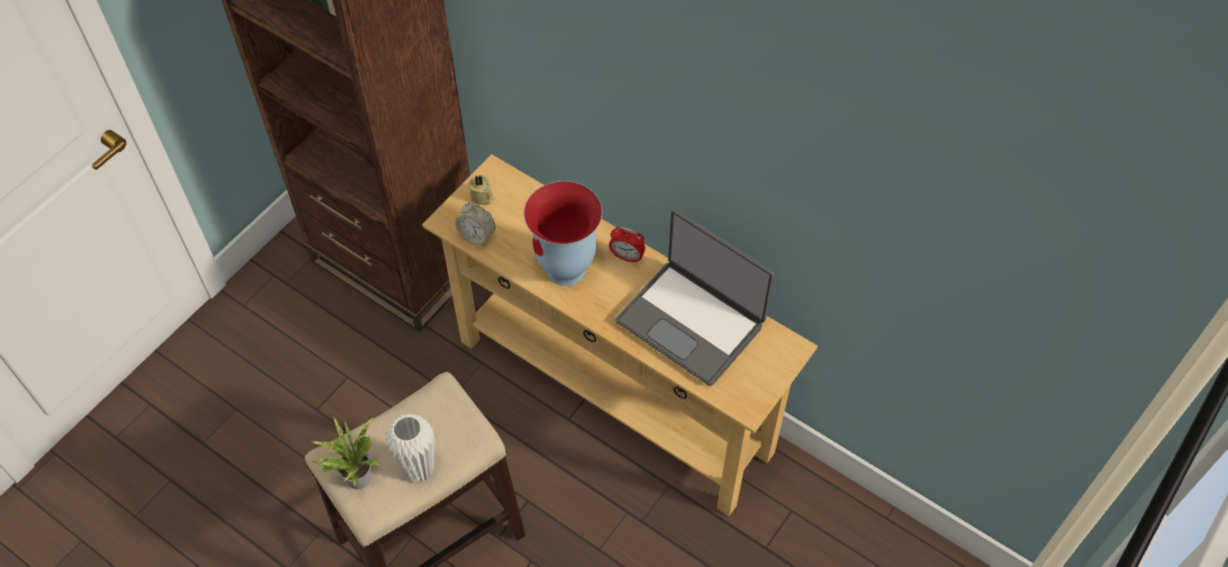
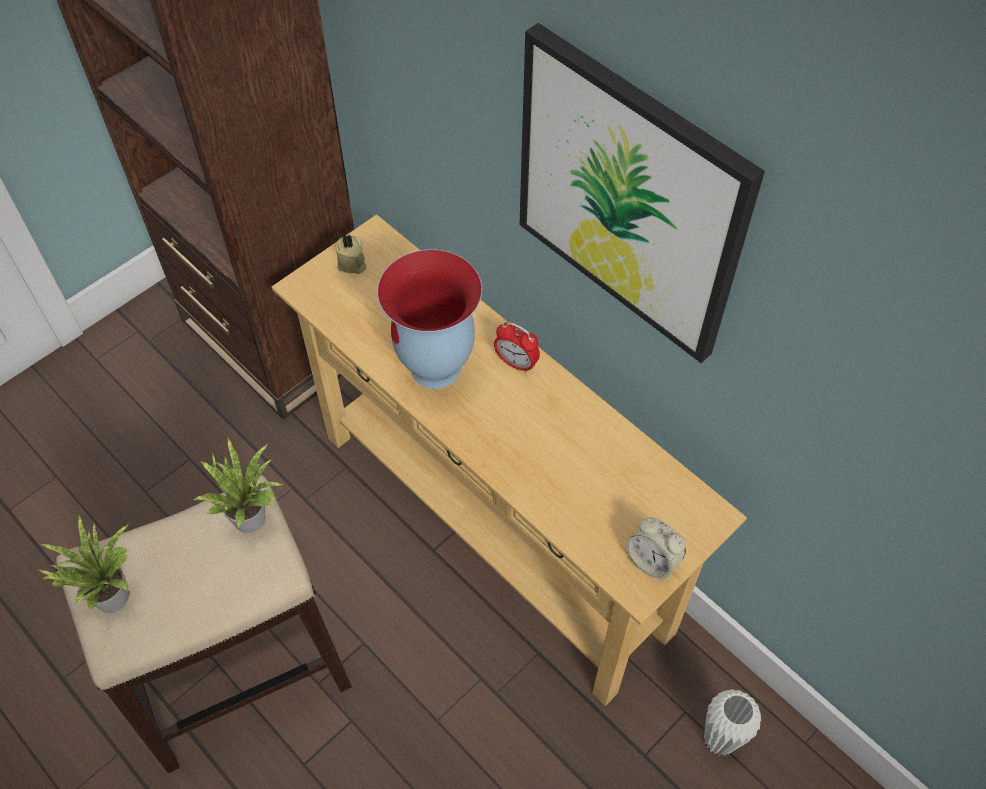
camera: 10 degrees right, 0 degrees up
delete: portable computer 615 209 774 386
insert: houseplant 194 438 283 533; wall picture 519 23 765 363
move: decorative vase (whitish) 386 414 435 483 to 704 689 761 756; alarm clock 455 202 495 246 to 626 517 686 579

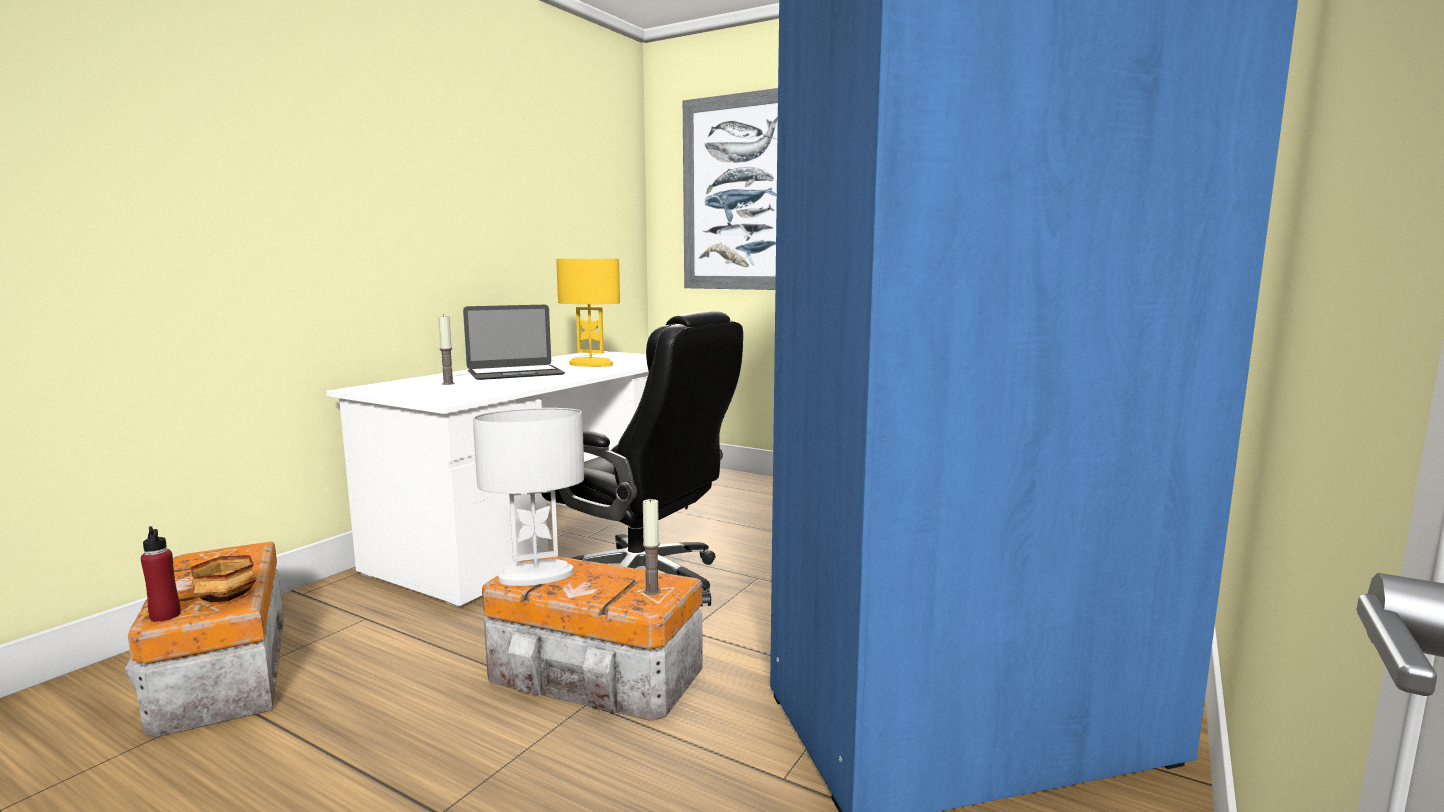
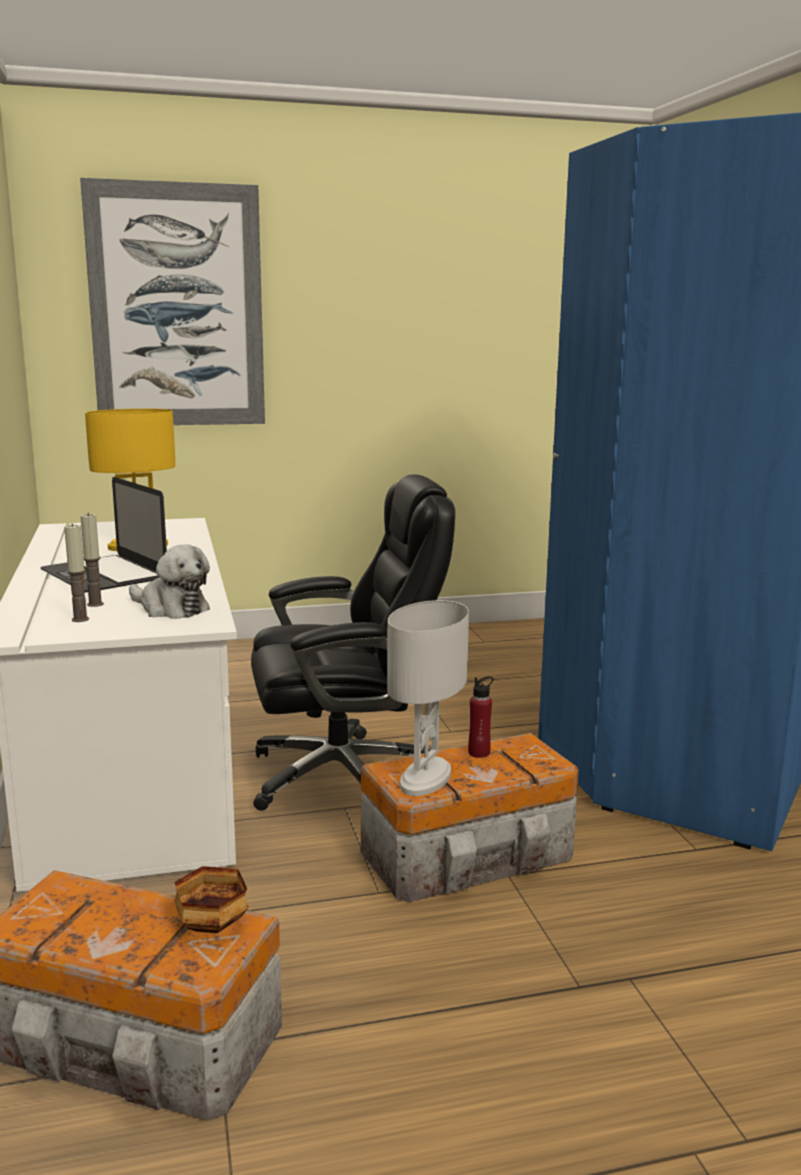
camera: 45 degrees left, 5 degrees up
insert: cuddly toy 129 544 210 619
move: drink bottle (reddish) 141 526 181 622 to 468 676 493 758; wax candle 643 499 660 595 to 64 523 89 622
rotate: portable computer 463 305 565 380 = 40 477 167 592 120 degrees clockwise

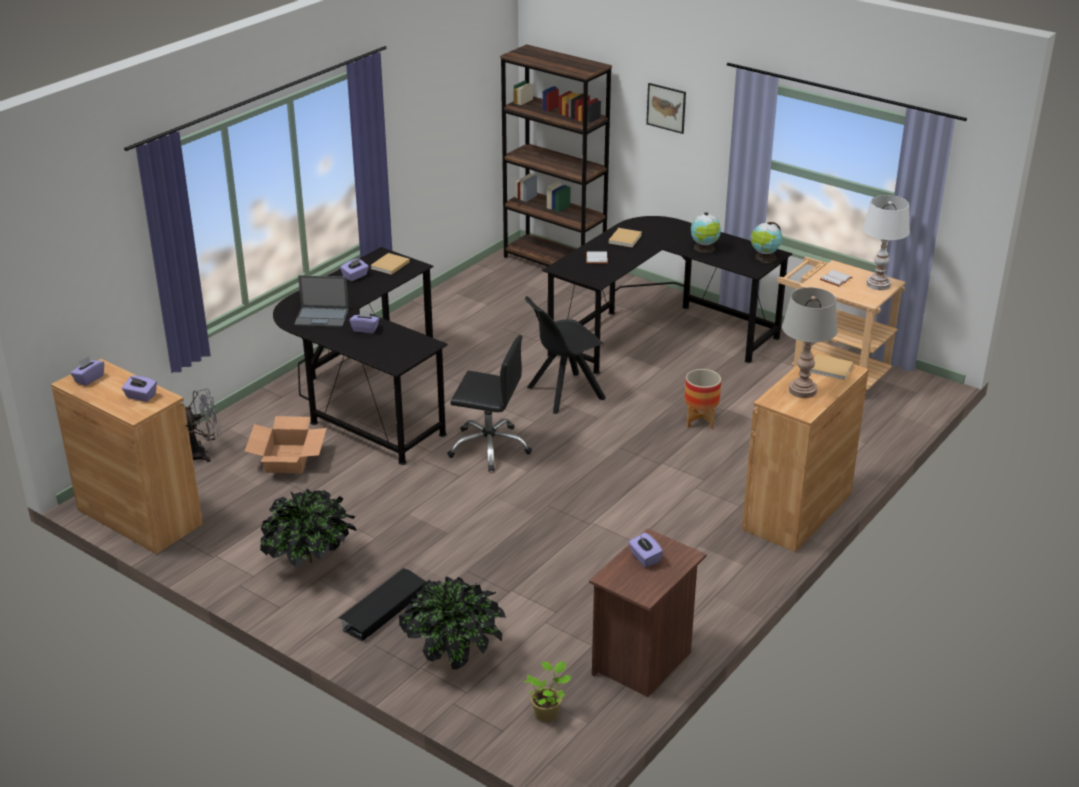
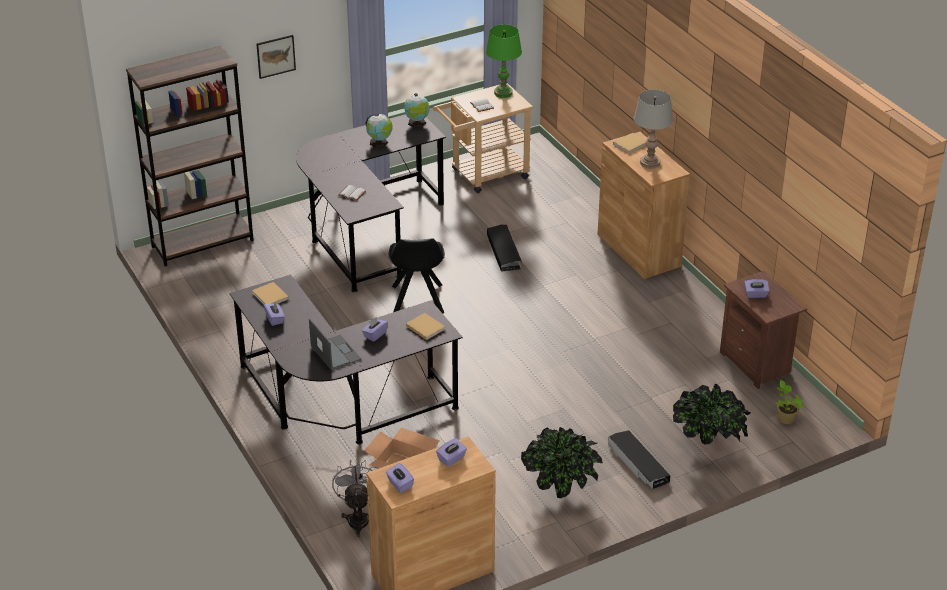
camera: 65 degrees left, 5 degrees up
delete: office chair (black) 447 335 532 472
move: book (beige) 608 228 642 247 to 406 313 445 340
replace: plant pot 684 369 721 430 to storage container (black) 487 225 522 272
recolor: lamp for a table (whitish) 862 195 910 290 to lamp for a table (green) 486 24 522 98
rotate: portable computer 294 275 349 327 = 309 319 361 371 60 degrees counterclockwise

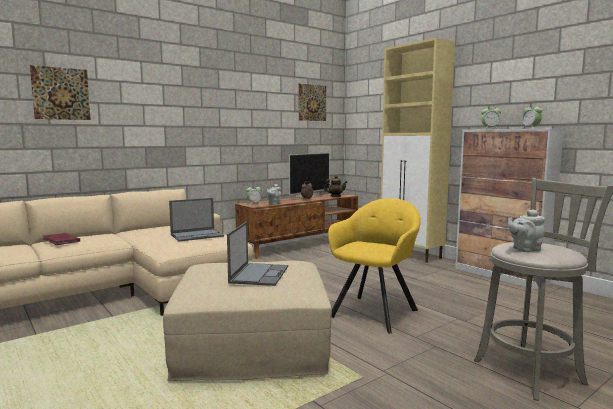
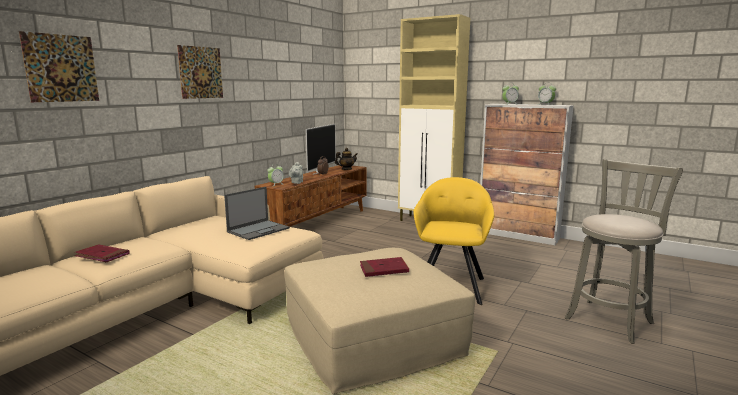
camera: 20 degrees left, 5 degrees up
delete: pot for tea (greyish) 508 209 545 252
move: wall picture 299 84 326 121 to 177 45 223 99
replace: portable computer 227 222 288 286 to book (reddish) 360 257 409 277

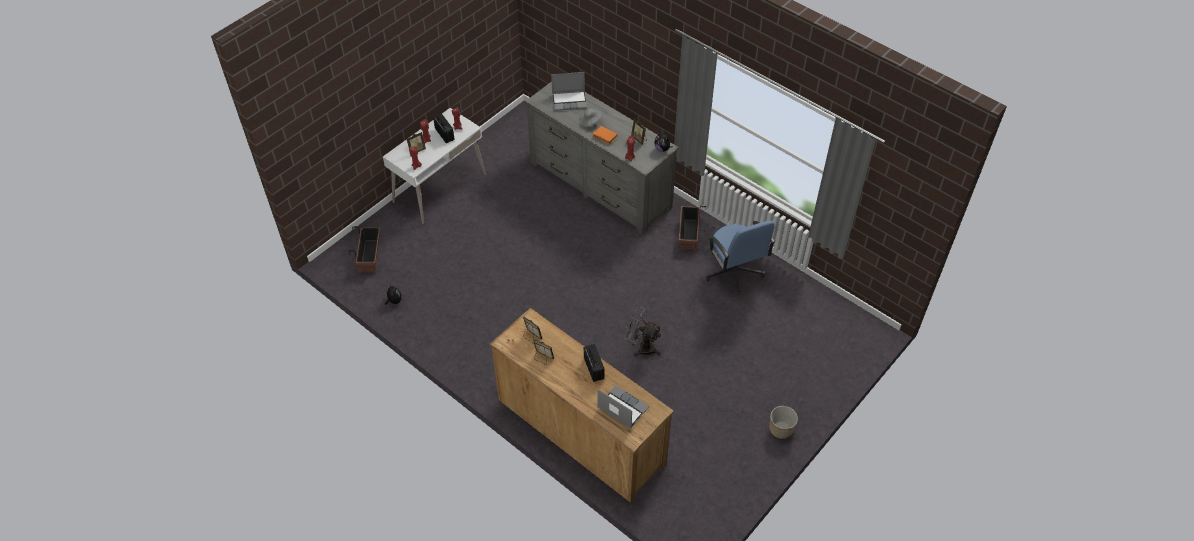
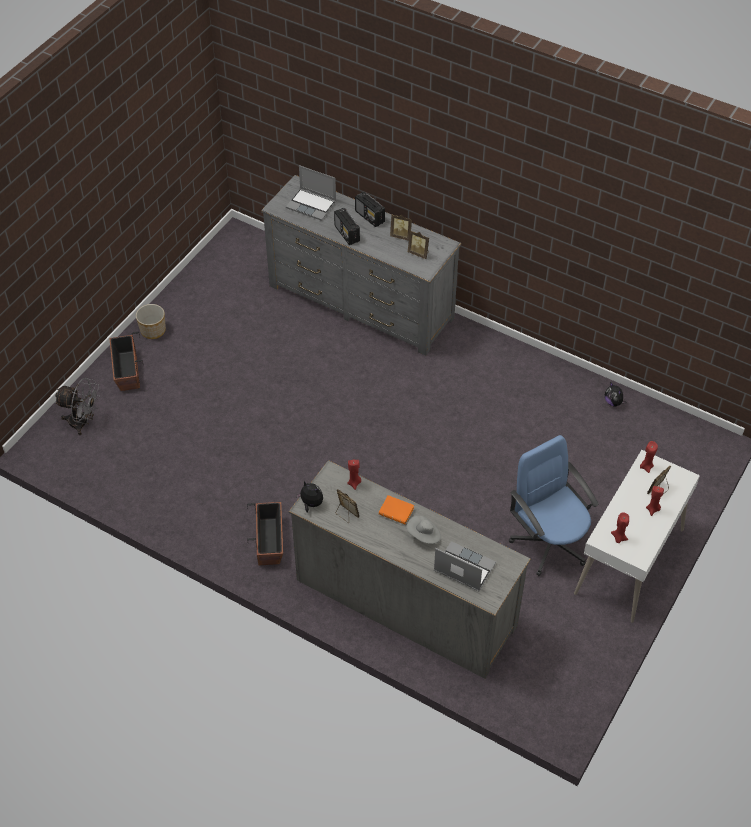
camera: 170 degrees right, 0 degrees up
move: plant pot 349 226 380 273 to 109 332 143 391; radio set 433 114 455 143 to 355 192 385 227; electric fan (greyish) 624 307 662 357 to 54 378 100 435; office chair (blue-coloured) 706 221 775 295 to 509 435 599 576
recolor: dresser (brown) 489 308 674 503 to dresser (greyish) 261 175 461 356
rotate: portable computer 551 72 587 111 = 434 541 496 591 45 degrees clockwise

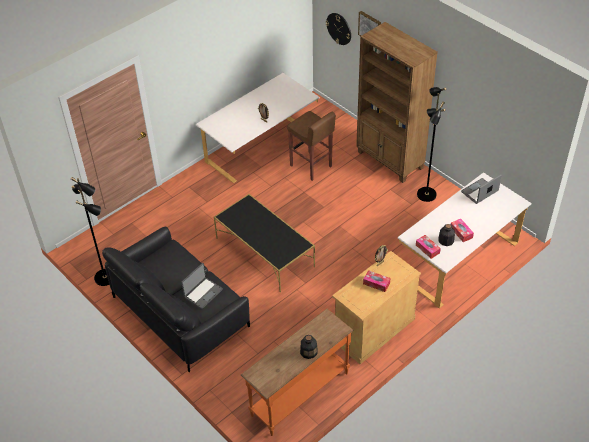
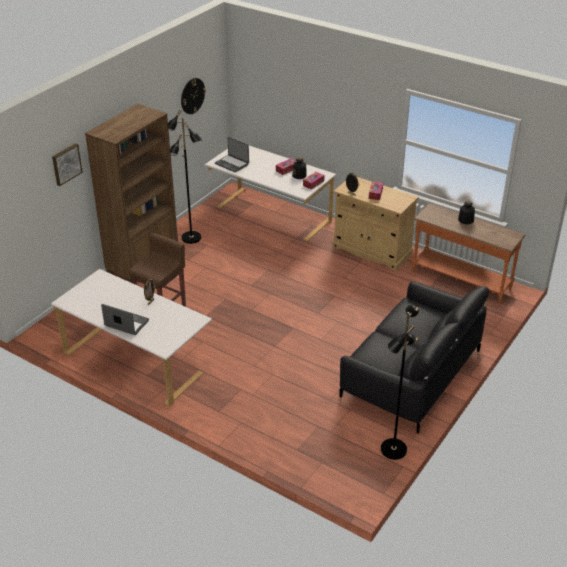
camera: 105 degrees left, 10 degrees down
delete: low table (black) 214 194 315 292
move: portable computer 182 263 223 309 to 101 304 149 335; clock on the wall 326 13 351 45 to 181 78 206 114

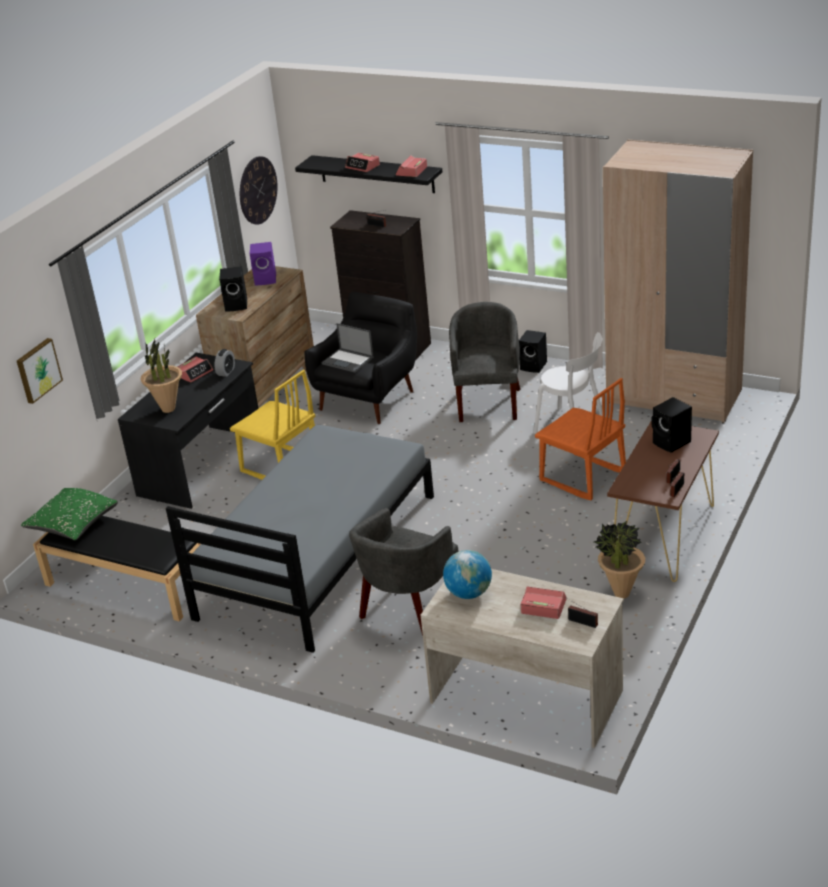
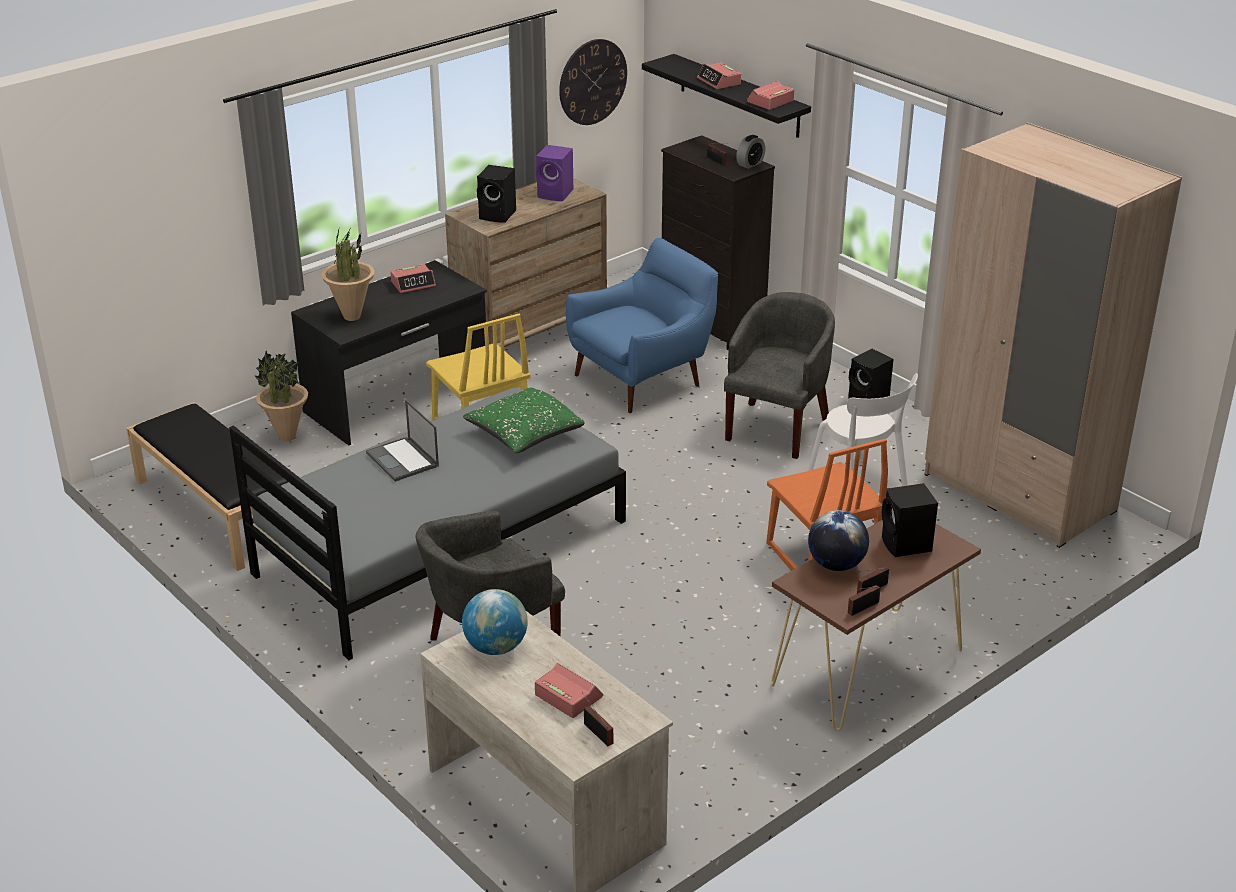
camera: 20 degrees right, 0 degrees up
delete: wall picture 17 338 63 404
insert: desk globe 808 510 869 571
move: throw pillow (green) 21 488 118 540 to 463 388 585 453; alarm clock 214 349 235 377 to 736 135 766 169; portable computer 321 323 374 373 to 366 400 439 482; houseplant 594 521 645 598 to 255 351 308 441
recolor: lounge chair (black) 304 292 417 424 to lounge chair (blue-coloured) 566 238 718 413

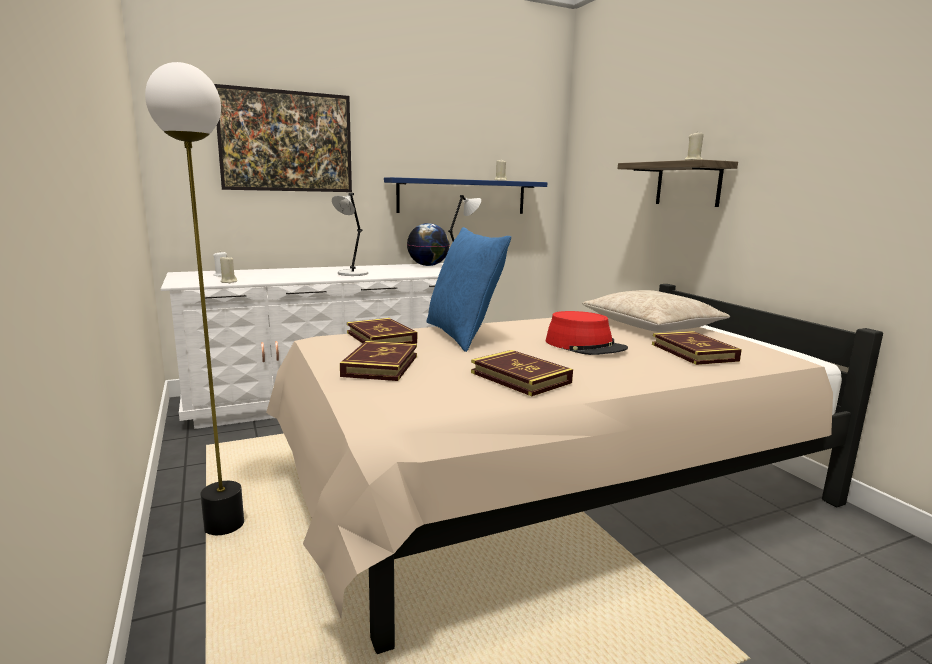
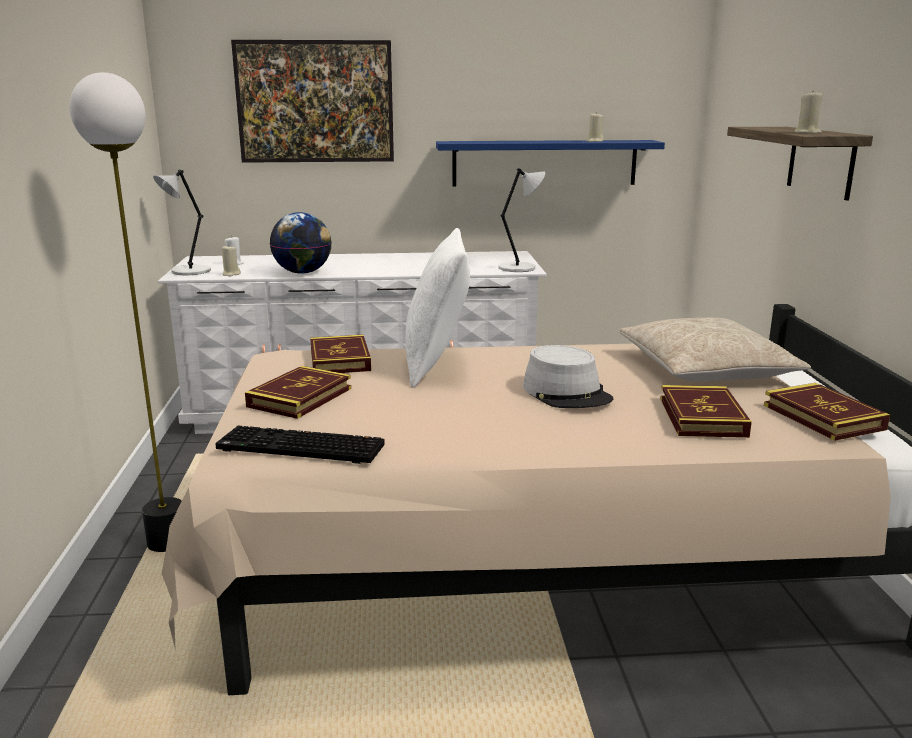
camera: 20 degrees right, 5 degrees up
insert: computer keyboard 215 426 385 464
move: lamp for a table (greyish) 332 193 368 276 to 153 170 211 275; desk globe 407 223 450 266 to 270 212 332 274; book 471 350 573 396 to 764 383 890 441
recolor: throw pillow (blue-coloured) 427 227 511 352 to throw pillow (whitish) 405 228 470 388; clothing hat (reddish) 546 311 628 355 to clothing hat (greyish) 523 345 613 408

